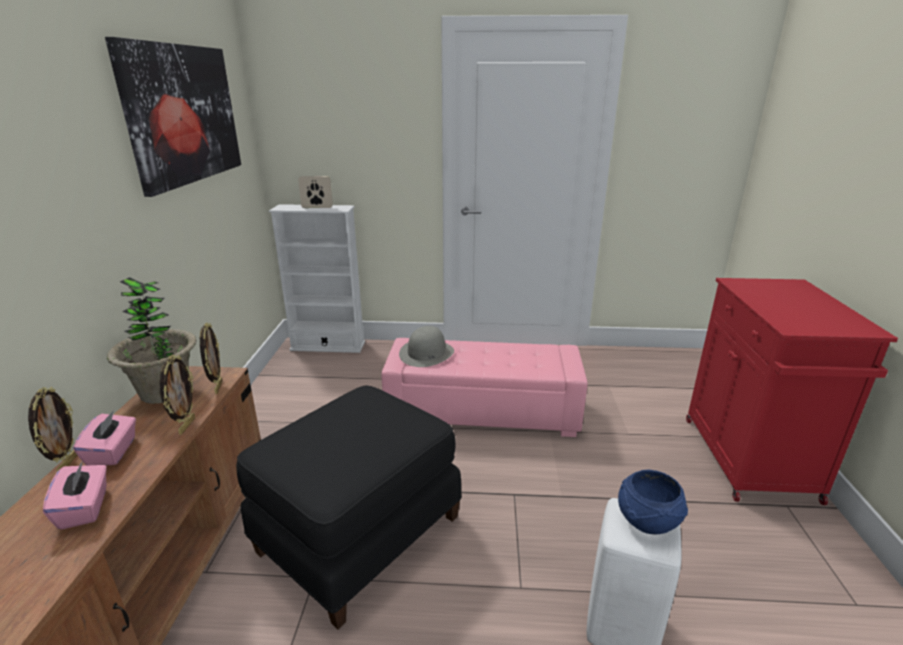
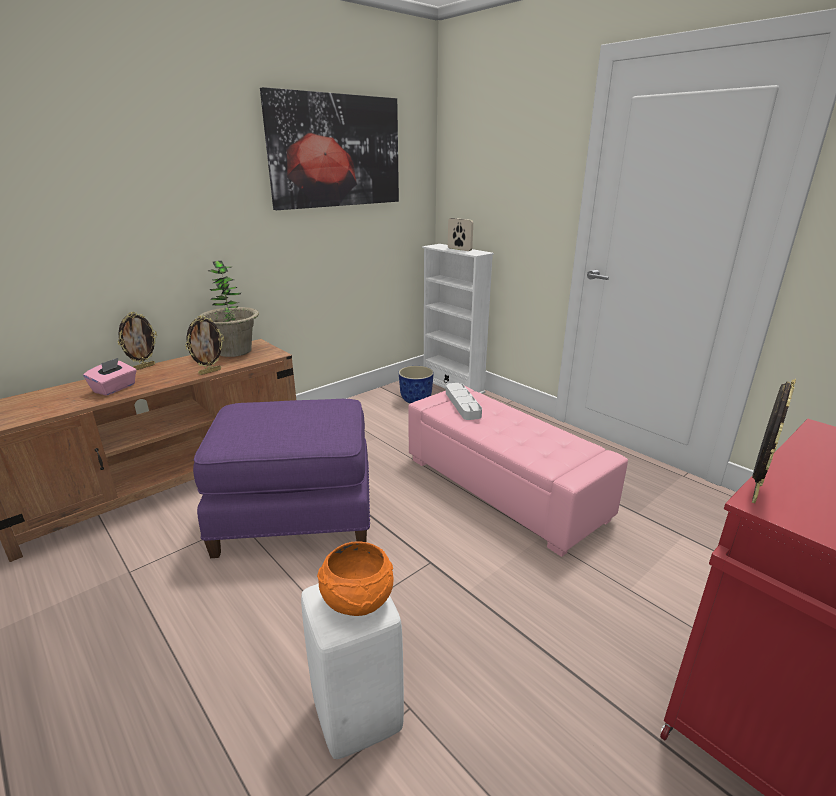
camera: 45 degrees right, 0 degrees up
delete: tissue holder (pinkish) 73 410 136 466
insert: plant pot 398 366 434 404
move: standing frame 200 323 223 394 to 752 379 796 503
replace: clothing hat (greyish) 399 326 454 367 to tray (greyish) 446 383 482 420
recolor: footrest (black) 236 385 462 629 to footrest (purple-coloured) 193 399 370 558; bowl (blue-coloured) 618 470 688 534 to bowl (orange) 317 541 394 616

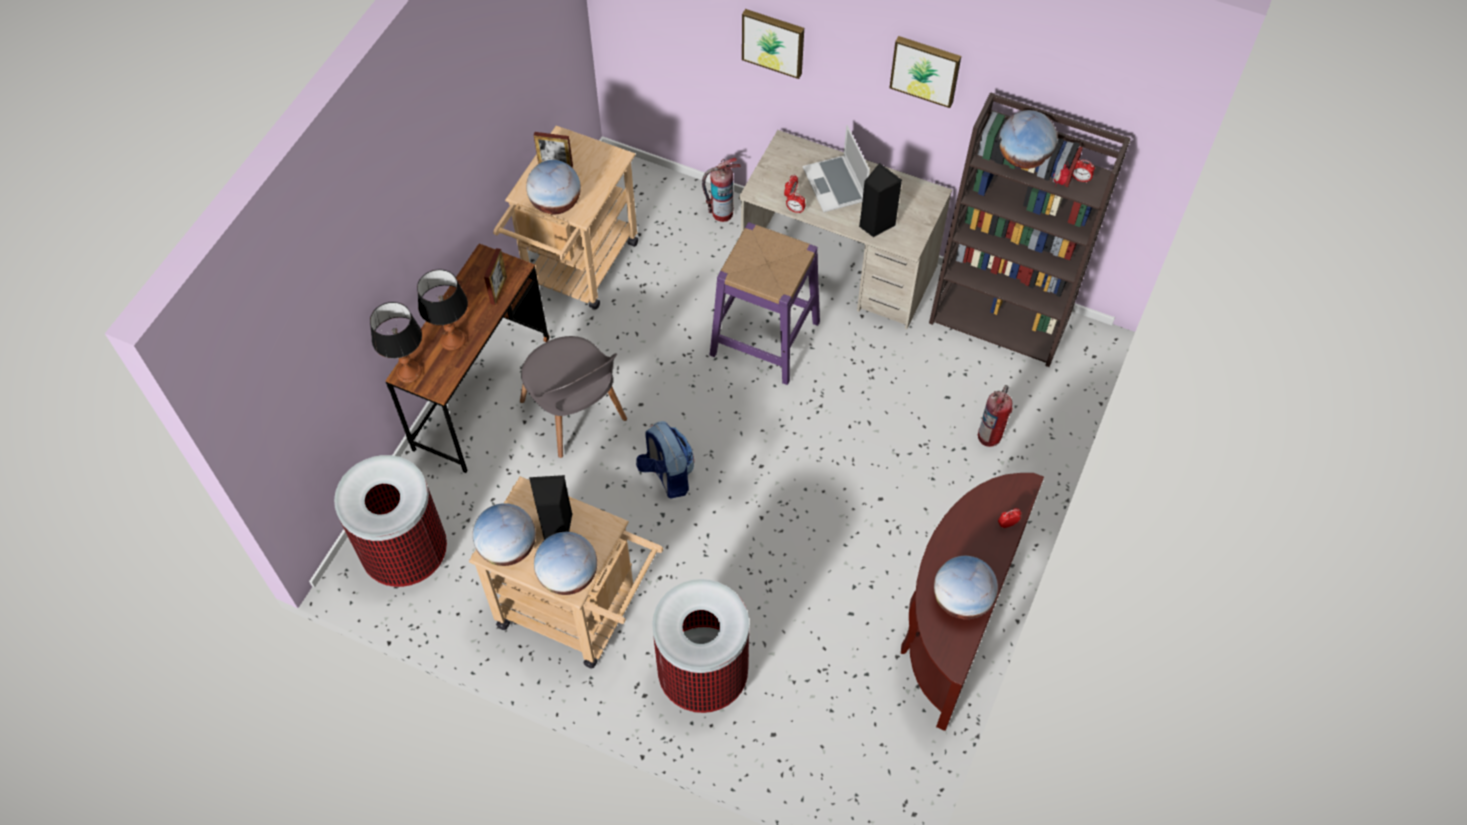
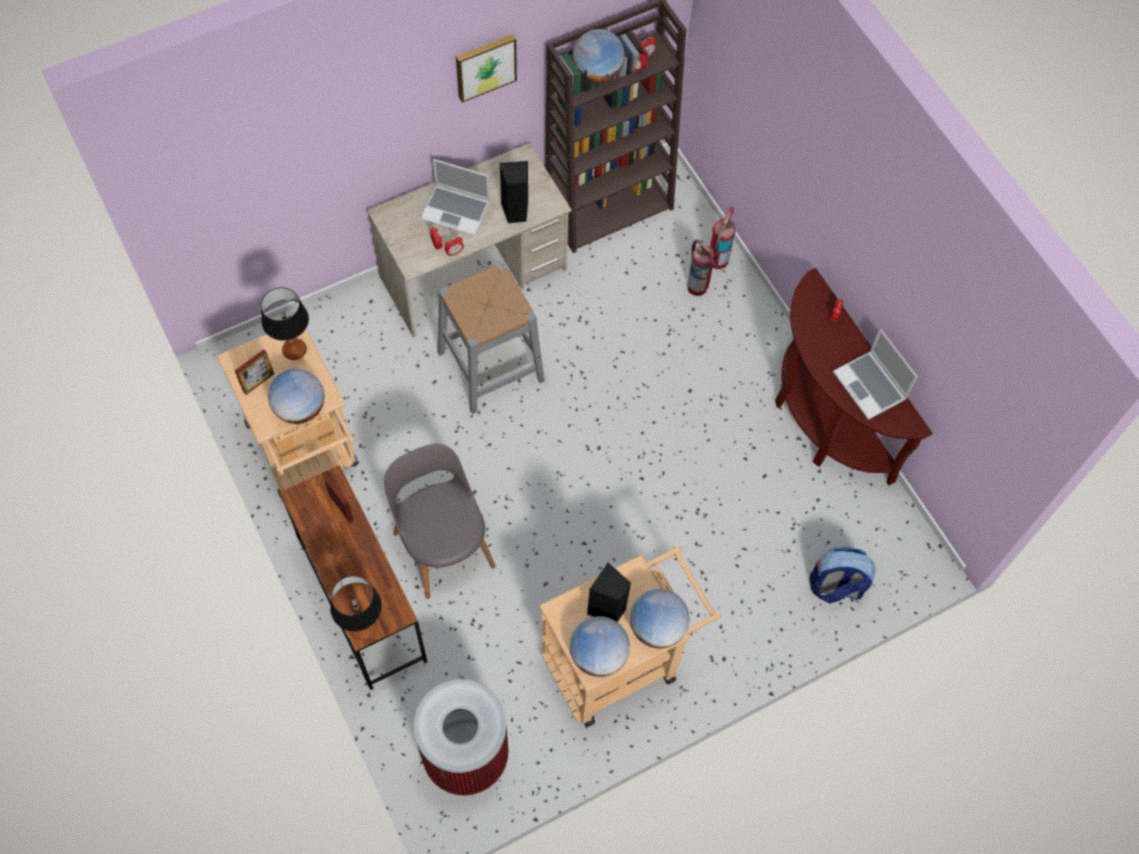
camera: 55 degrees left, 5 degrees up
delete: waste bin 652 579 749 713; wall picture 742 9 804 79
move: lamp for a table 417 269 468 351 to 261 288 309 360; rucksack 636 421 694 498 to 810 547 876 604; extinguisher 702 158 741 222 to 710 206 736 269
replace: desk globe 934 556 998 619 to portable computer 833 329 917 420
recolor: sitting stool (purple-coloured) 710 222 820 385 to sitting stool (greyish) 438 262 545 414
rotate: chair (greyish) 520 336 627 458 = 384 444 495 599 120 degrees counterclockwise

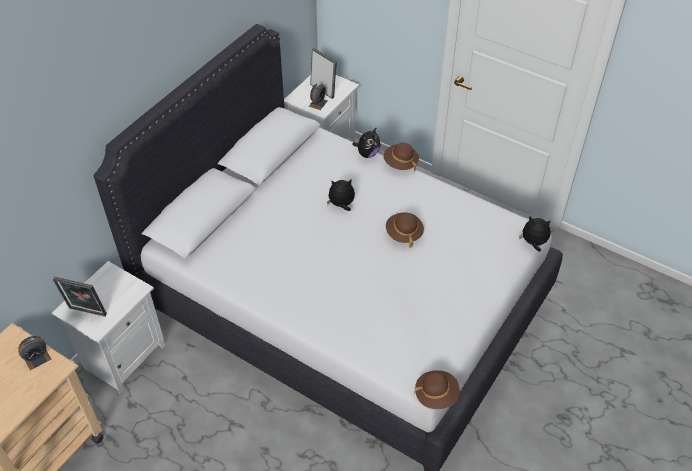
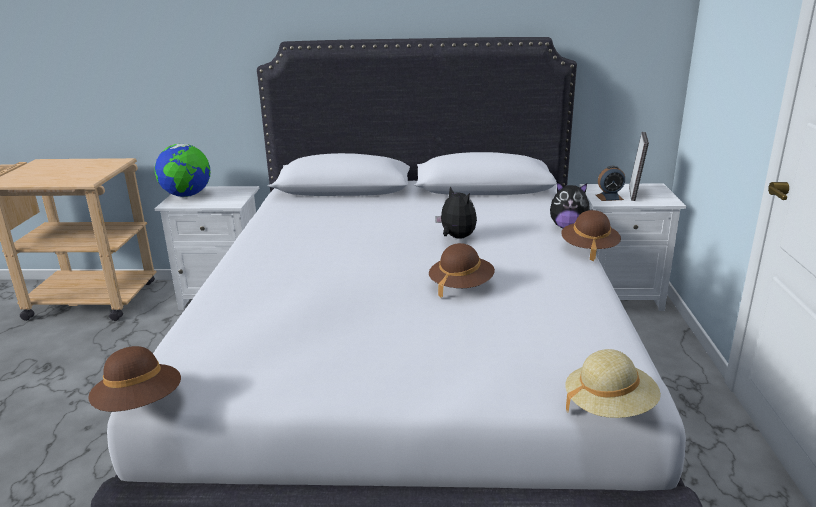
camera: 60 degrees right, 25 degrees down
delete: alarm clock 18 336 51 370
replace: standing frame 53 277 107 317 to desk globe 155 144 211 197; cuddly toy 519 217 551 252 to clothing hat (beige) 565 349 661 418

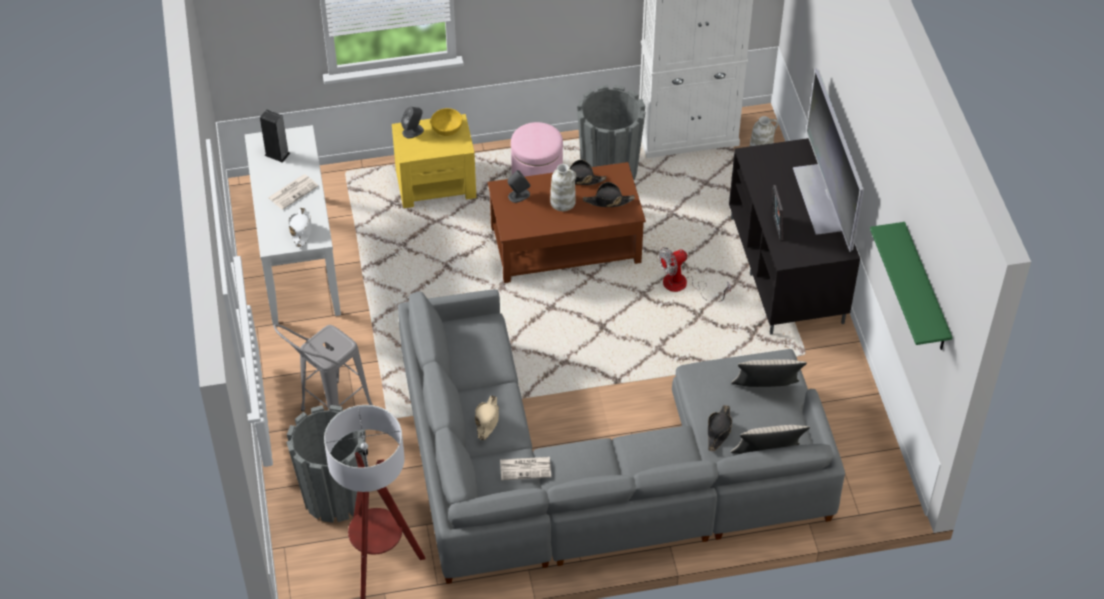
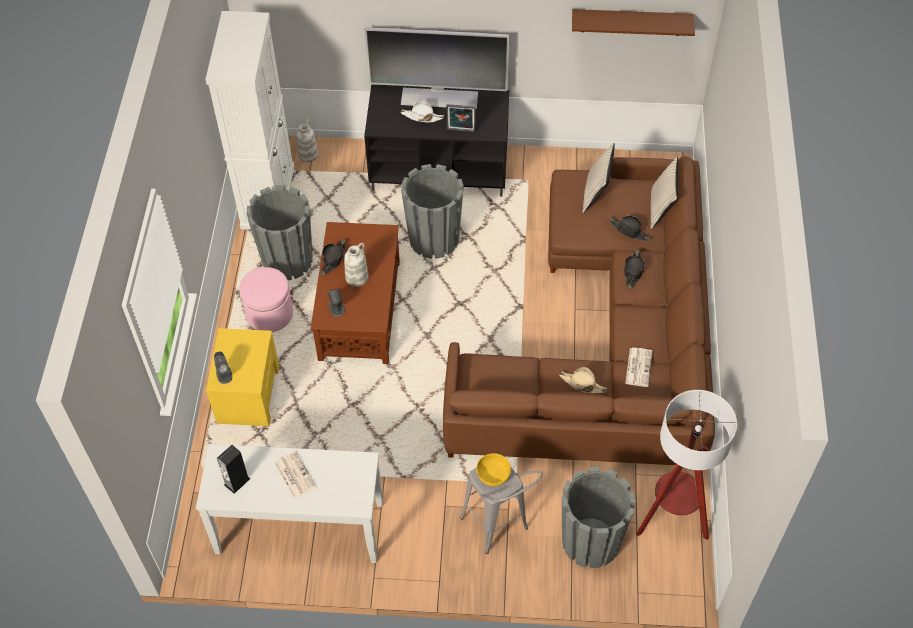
camera: 75 degrees left, 5 degrees up
move: clothing hat (whitish) 289 208 311 247 to 401 100 445 123; bowl (yellowish) 430 108 463 136 to 476 453 511 486; clothing hat (black) 583 182 635 207 to 624 250 645 289
replace: electric fan 659 247 731 302 to plant pot (greyish) 401 164 464 259
recolor: couch (greyish) 398 290 845 584 to couch (brown) 443 156 715 465; bracket shelf (green) 870 222 952 350 to bracket shelf (brown) 572 9 695 36

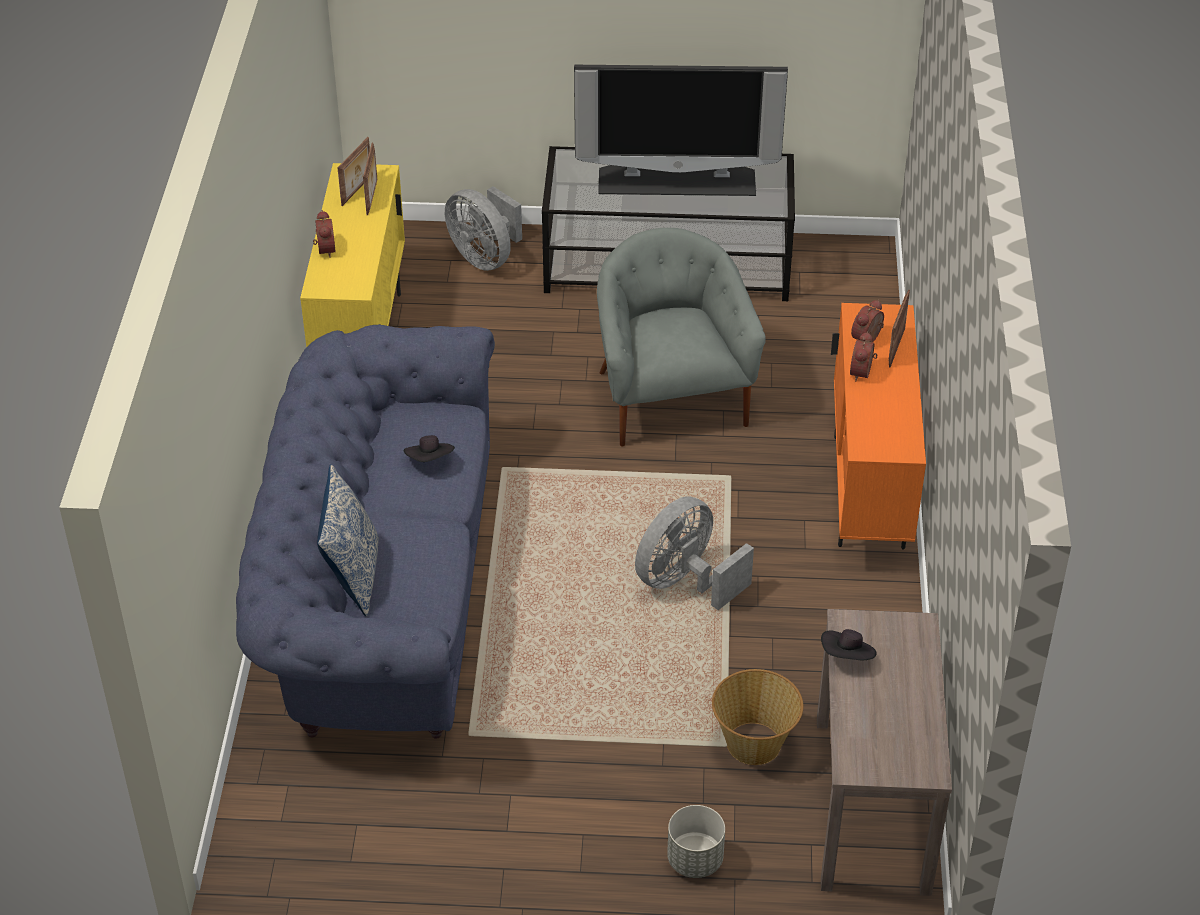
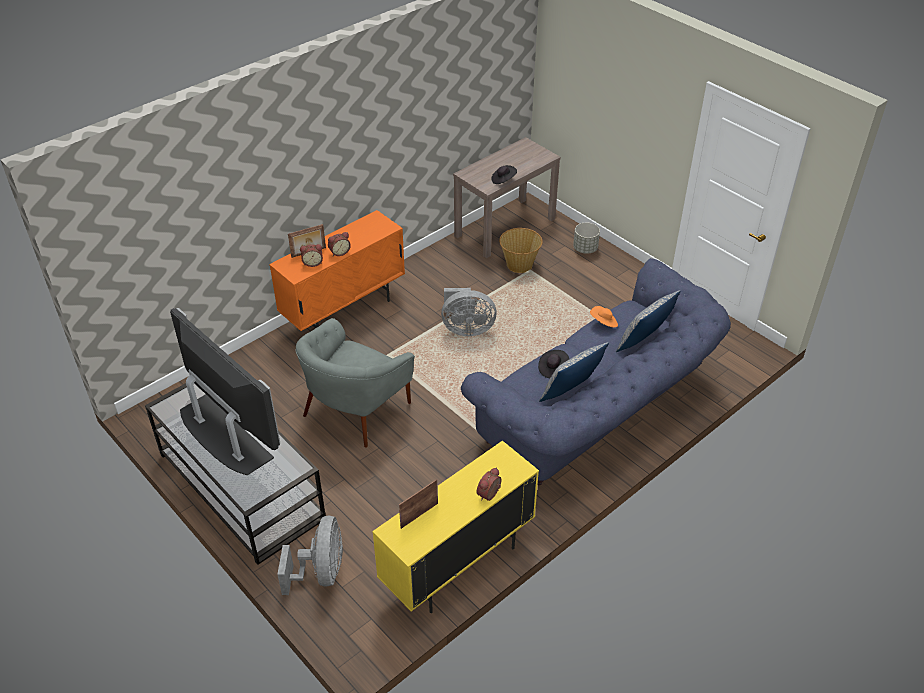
camera: 135 degrees left, 0 degrees up
delete: standing frame 338 137 370 206
insert: throw pillow 539 342 609 402; clothing hat (orange) 590 306 618 328

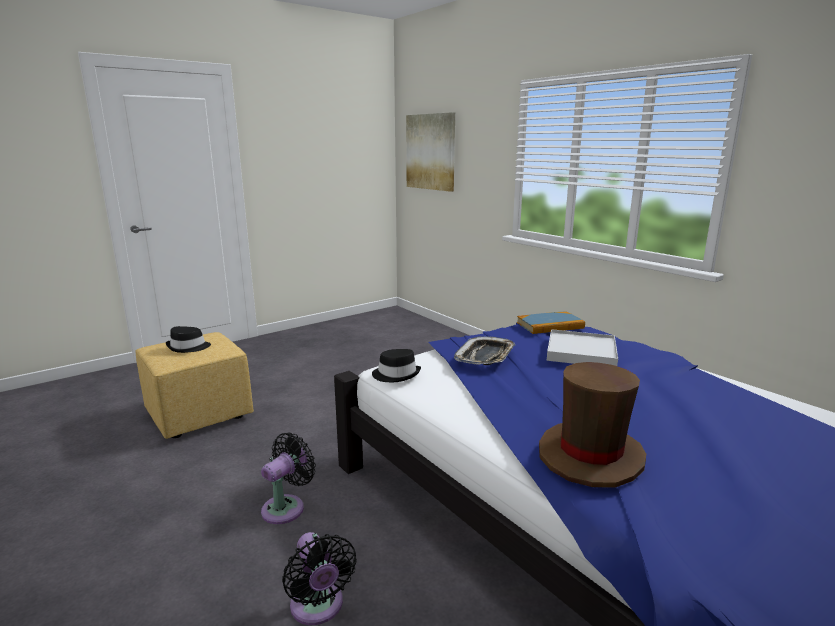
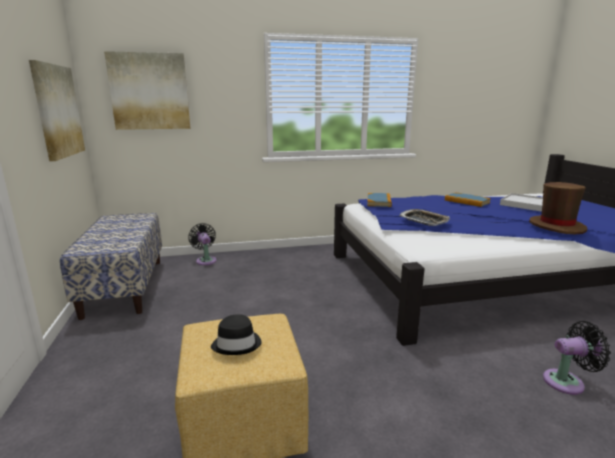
camera: 65 degrees left, 0 degrees up
delete: clothing hat (black) 372 349 421 382
insert: wall picture 29 60 85 161; indoor bench 60 213 162 320; book 445 192 491 207
move: electric fan (black) 261 432 316 524 to 188 223 217 265; tray (whitish) 547 329 618 366 to 500 193 543 212

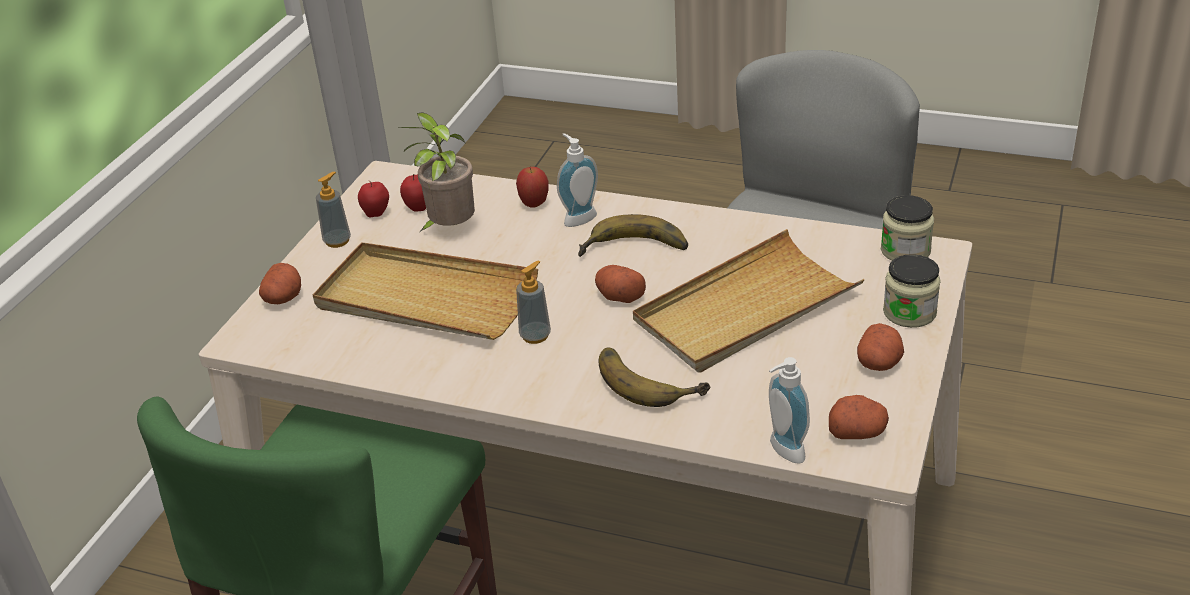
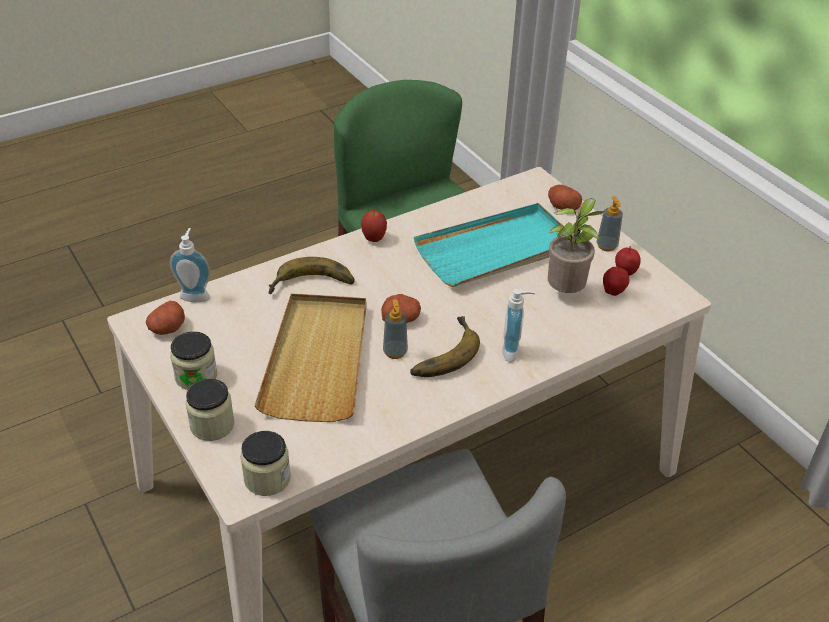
camera: 125 degrees right, 5 degrees up
move: apple 516 167 549 208 to 361 210 387 242; soap bottle 516 260 551 344 to 383 299 408 359
replace: potato 857 323 904 371 to storage jar 170 332 217 390
recolor: tray (beige) 313 242 538 340 to tray (turquoise-coloured) 414 203 573 287

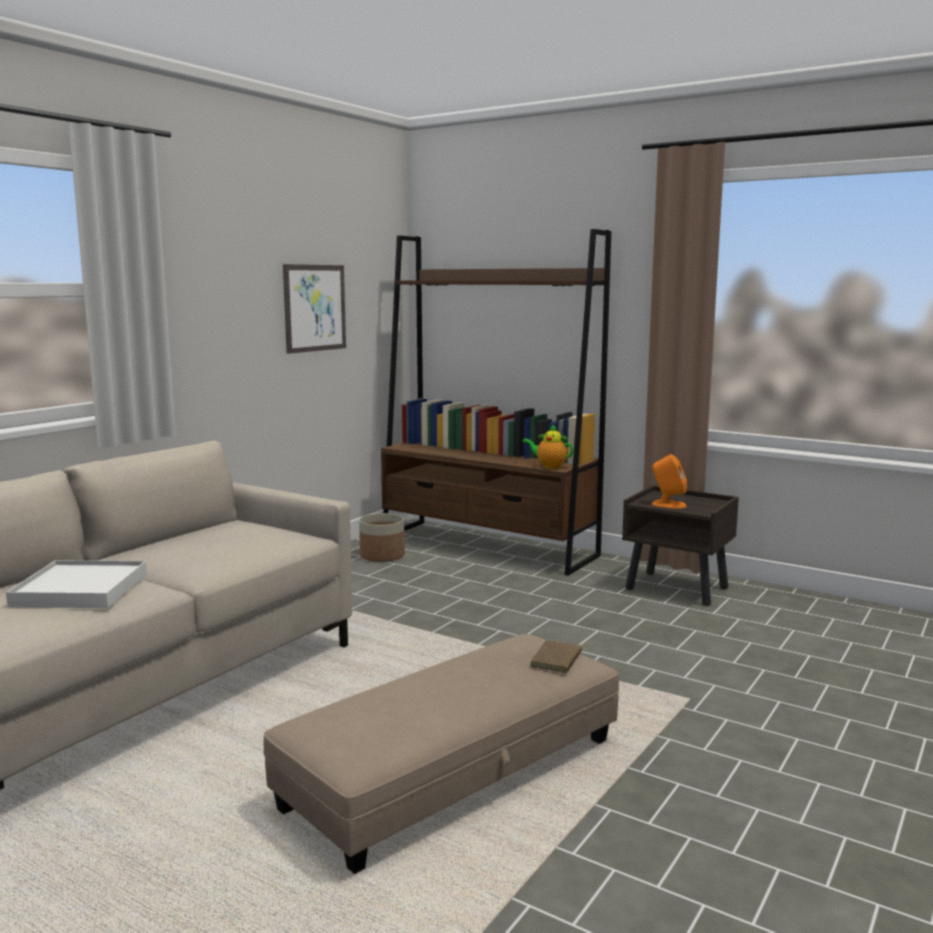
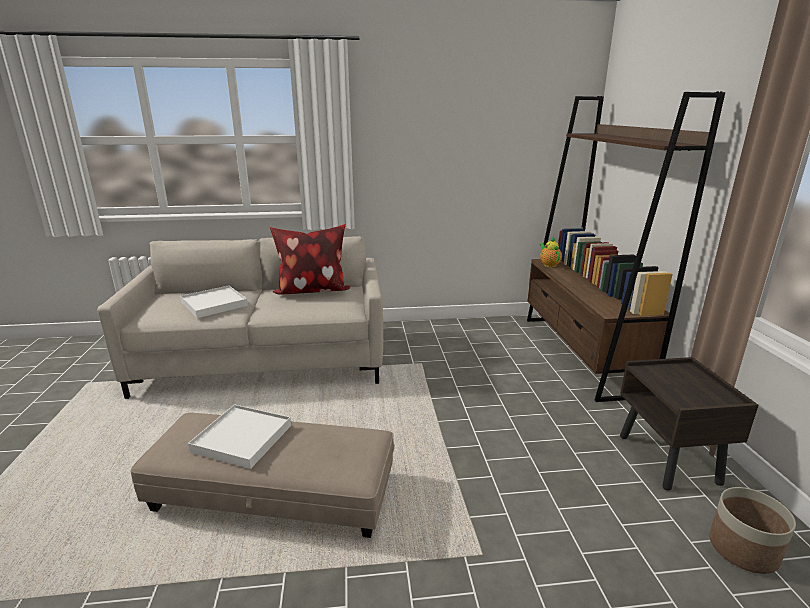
camera: 50 degrees right, 10 degrees up
delete: wall picture 283 264 346 354; book (brown) 530 640 593 673; audio speaker (orange) 652 454 687 508
insert: tray (whitish) 188 404 291 469; throw pillow 270 224 350 295
move: plant pot 359 513 405 562 to 709 487 796 574; pot for tea 522 424 573 469 to 539 237 562 267

